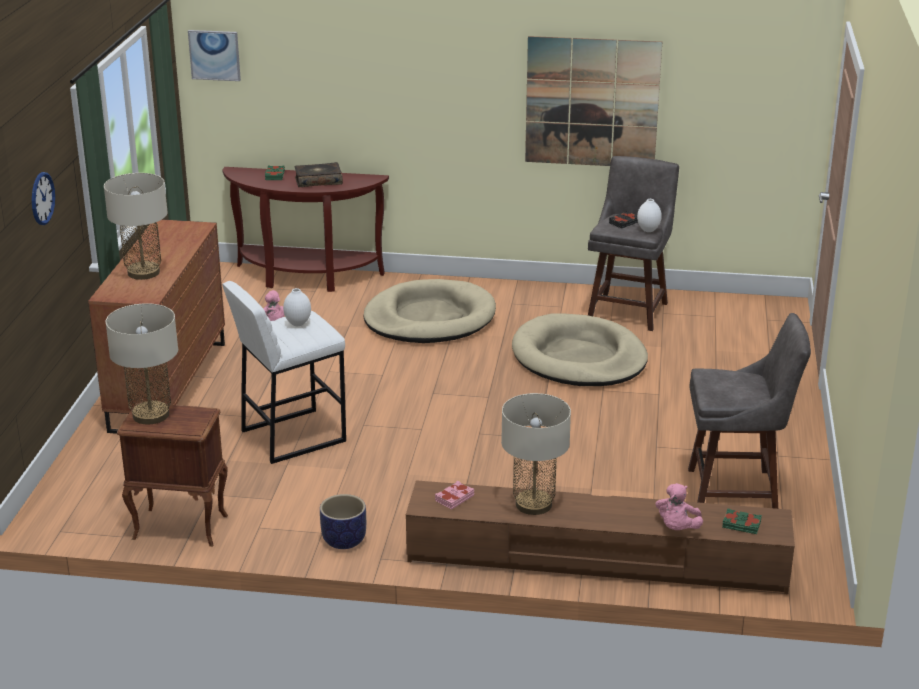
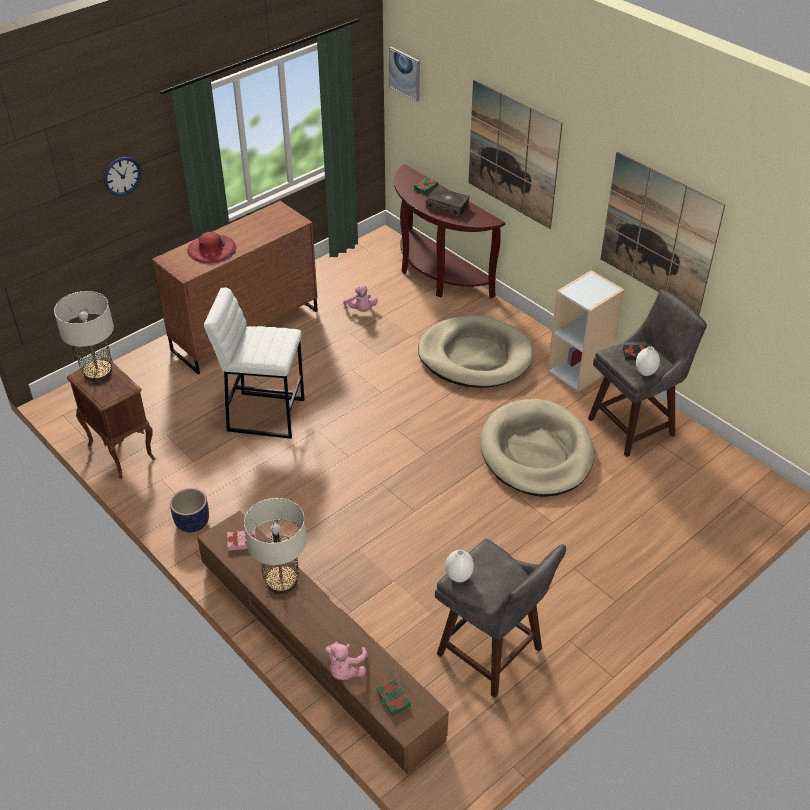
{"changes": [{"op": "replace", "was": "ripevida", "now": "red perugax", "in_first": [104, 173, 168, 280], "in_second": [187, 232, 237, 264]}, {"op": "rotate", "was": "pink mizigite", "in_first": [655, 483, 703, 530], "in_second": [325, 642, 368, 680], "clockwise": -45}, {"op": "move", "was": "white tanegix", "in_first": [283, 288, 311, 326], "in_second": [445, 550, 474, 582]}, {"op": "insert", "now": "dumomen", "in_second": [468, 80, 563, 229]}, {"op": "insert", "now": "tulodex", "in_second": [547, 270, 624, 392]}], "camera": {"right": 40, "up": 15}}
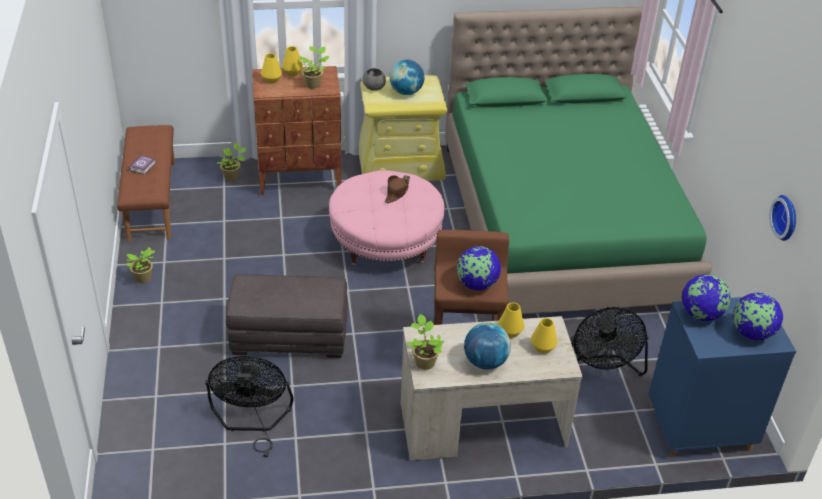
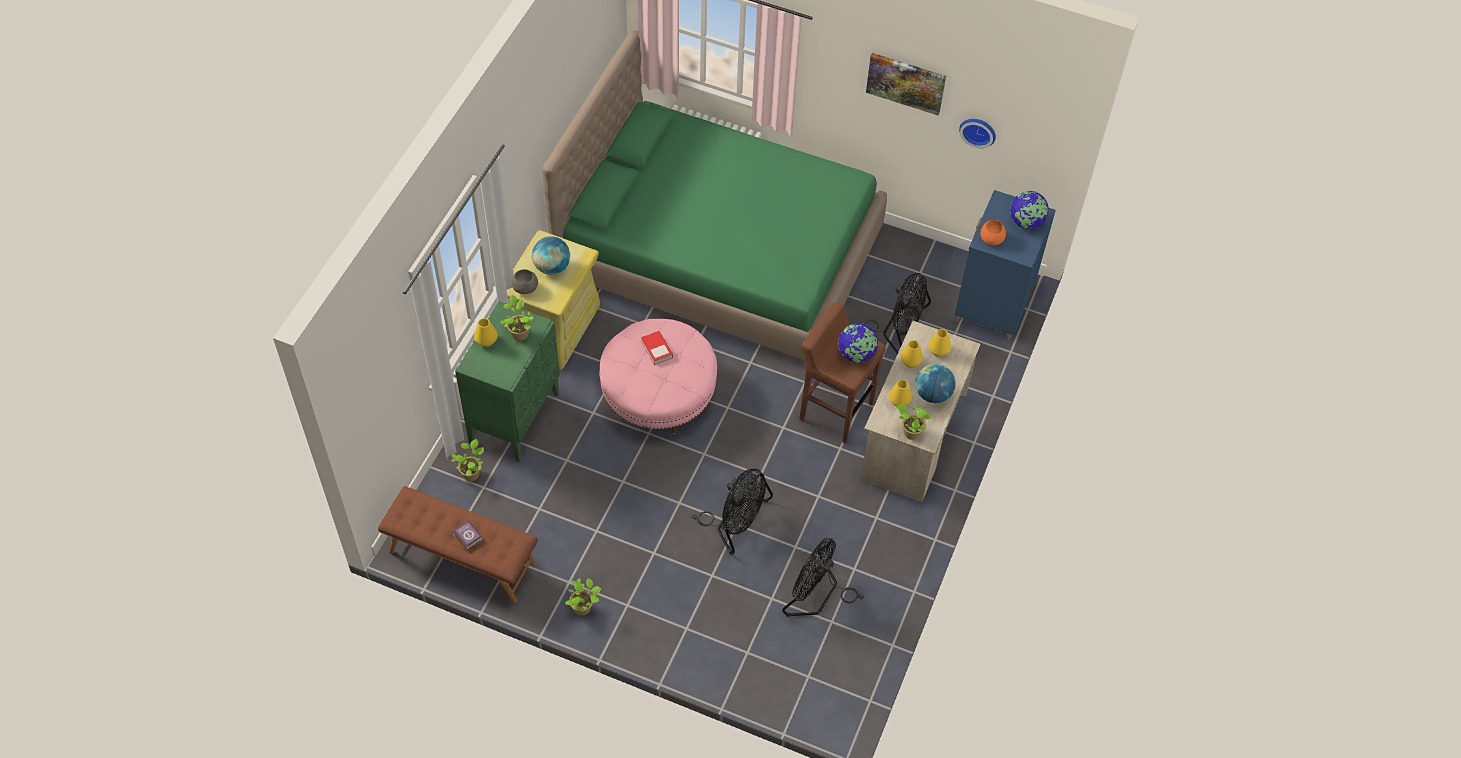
{"changes": [{"op": "recolor", "was": "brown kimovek", "now": "green kimovek", "in_first": [252, 66, 341, 195], "in_second": [455, 301, 560, 462]}, {"op": "replace", "was": "brown perugax", "now": "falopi", "in_first": [385, 175, 410, 203], "in_second": [641, 331, 673, 365]}, {"op": "replace", "was": "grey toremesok", "now": "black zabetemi", "in_first": [226, 274, 348, 358], "in_second": [692, 469, 773, 555]}, {"op": "insert", "now": "dumomen", "in_second": [866, 53, 946, 115]}, {"op": "move", "was": "yellow tanegix", "in_first": [261, 53, 282, 84], "in_second": [889, 379, 912, 406]}, {"op": "replace", "was": "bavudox", "now": "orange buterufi", "in_first": [682, 274, 731, 321], "in_second": [981, 220, 1006, 245]}], "camera": {"right": -60, "up": 15}}
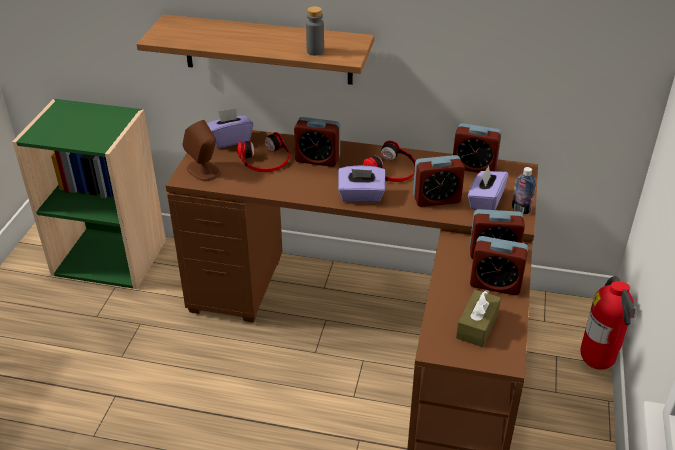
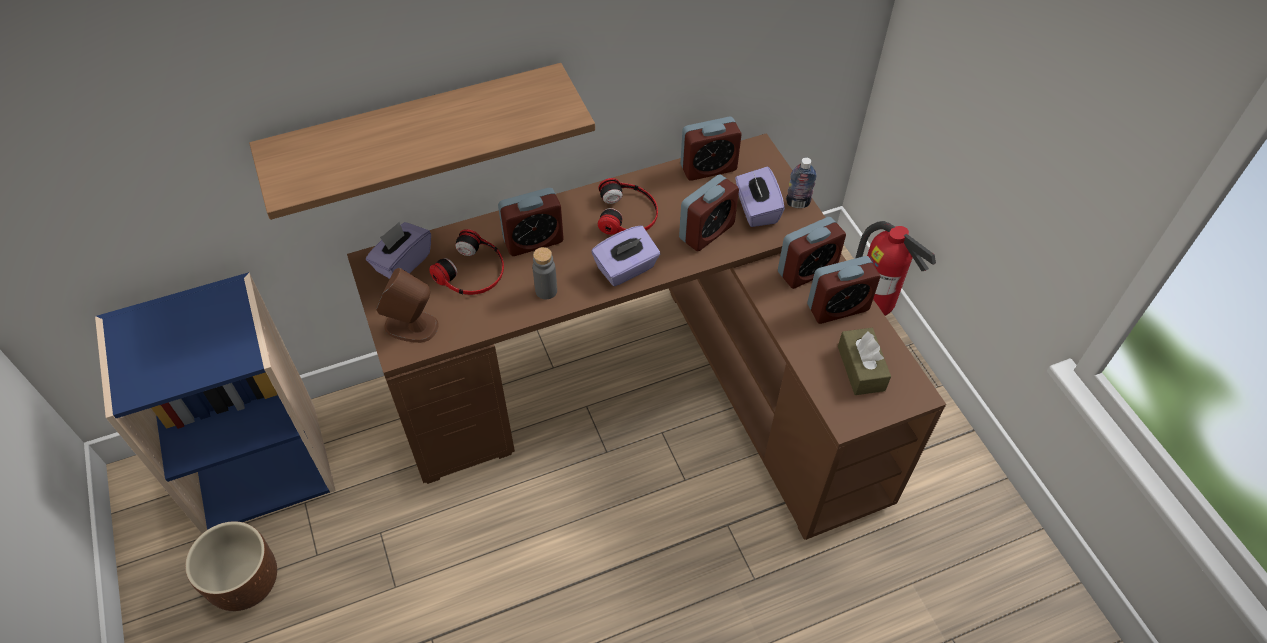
{"changes": [{"op": "recolor", "was": "green tulodex", "now": "blue tulodex", "in_first": [12, 99, 166, 289], "in_second": [95, 272, 336, 534]}, {"op": "insert", "now": "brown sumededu", "in_second": [185, 521, 277, 611]}, {"op": "move", "was": "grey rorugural", "in_first": [306, 6, 324, 56], "in_second": [532, 247, 557, 299]}], "camera": {"right": -35, "up": 15}}
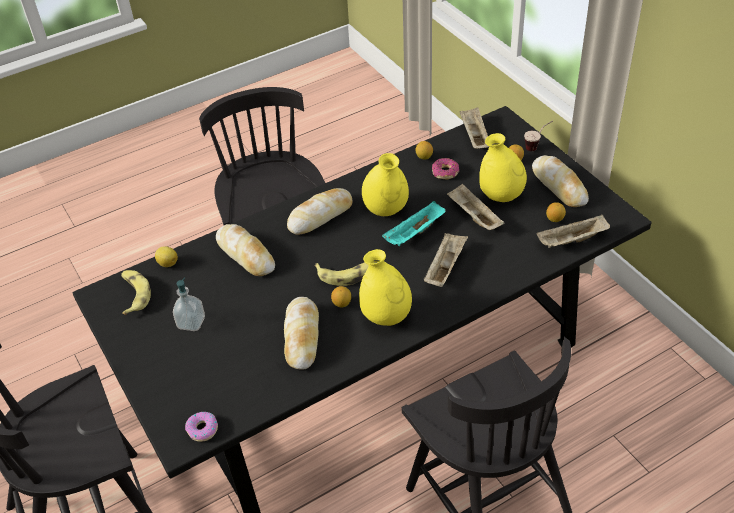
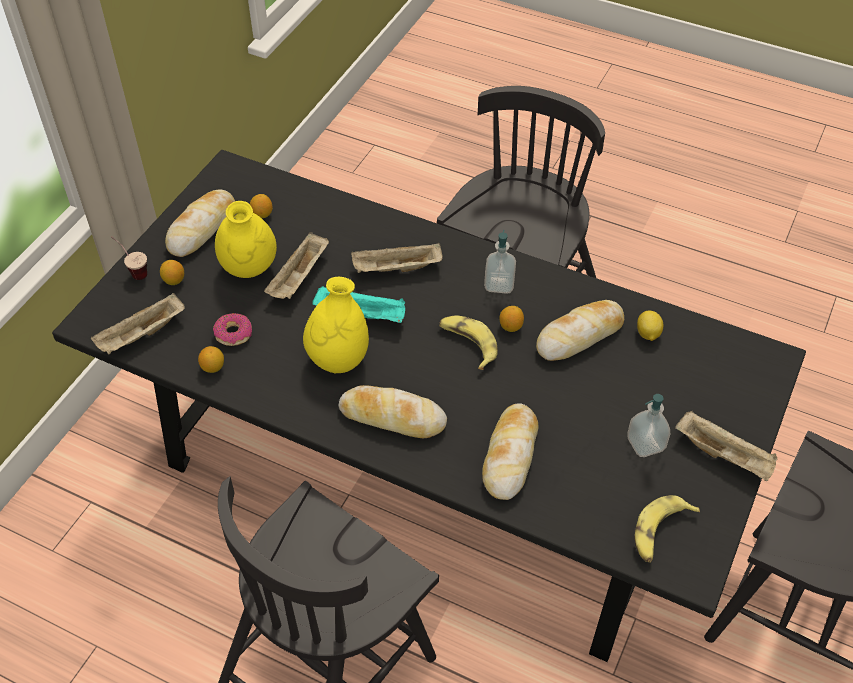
{"changes": [{"op": "replace", "was": "yellow tanegix", "now": "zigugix", "in_first": [359, 249, 412, 326], "in_second": [484, 230, 516, 294]}, {"op": "move", "was": "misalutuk", "in_first": [155, 246, 178, 267], "in_second": [637, 311, 663, 341]}, {"op": "move", "was": "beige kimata", "in_first": [536, 215, 610, 248], "in_second": [675, 411, 778, 481]}, {"op": "delete", "was": "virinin", "in_first": [185, 412, 218, 442]}], "camera": {"right": -125, "up": 5}}
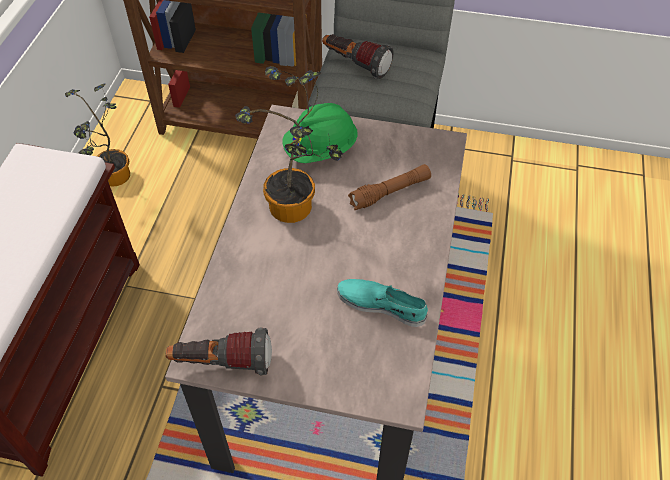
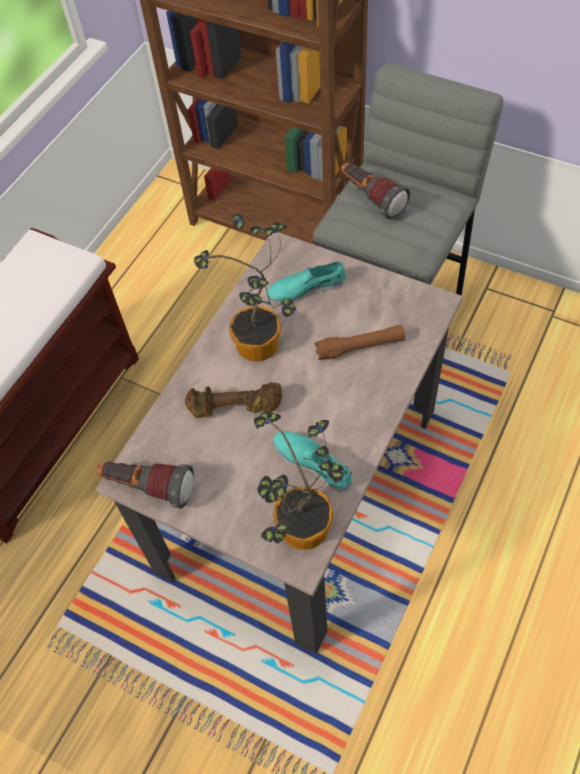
{"changes": [{"op": "insert", "now": "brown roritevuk", "in_second": [185, 382, 283, 418]}, {"op": "move", "was": "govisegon", "in_first": [65, 83, 130, 186], "in_second": [254, 410, 344, 550]}, {"op": "replace", "was": "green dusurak", "now": "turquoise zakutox", "in_first": [282, 103, 358, 163], "in_second": [266, 261, 346, 305]}], "camera": {"right": 20, "up": 5}}
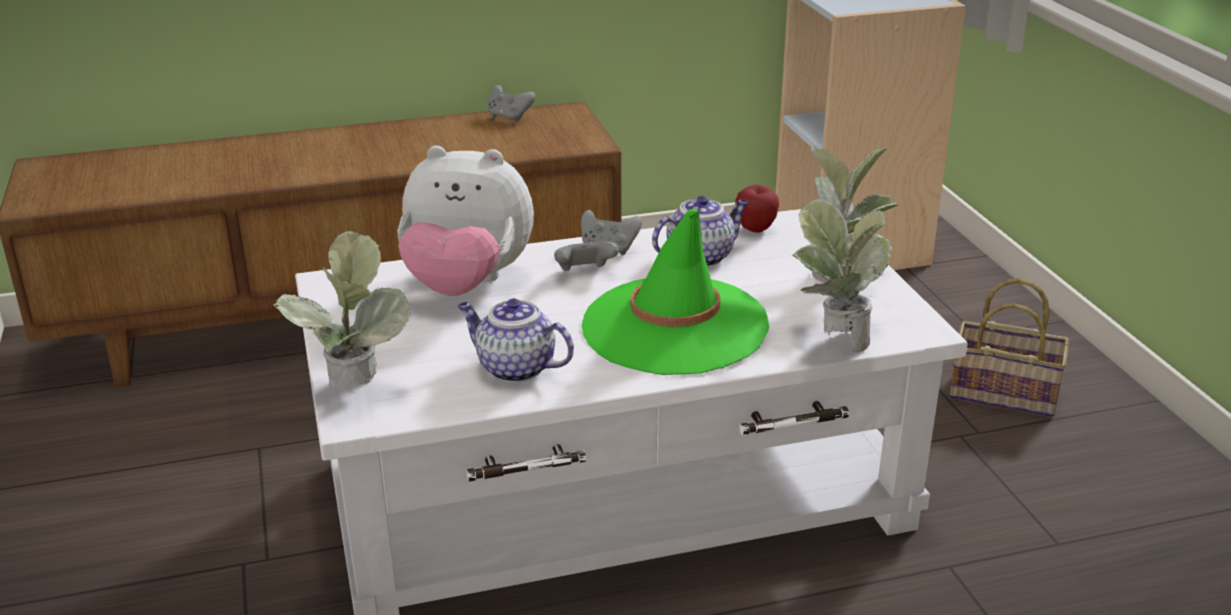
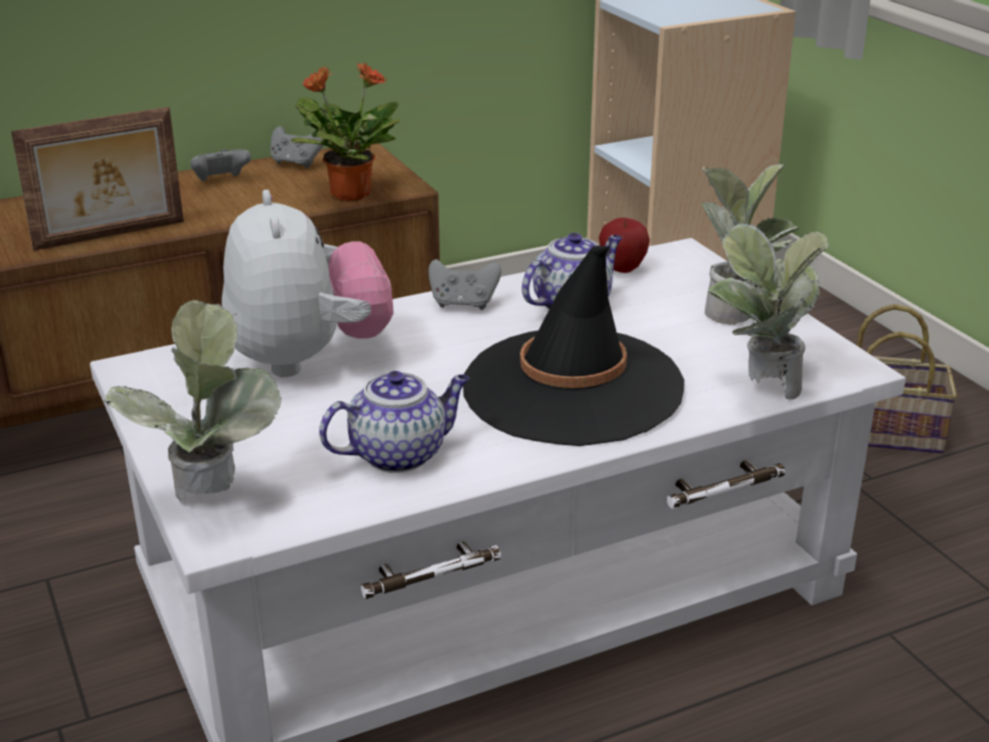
{"changes": [{"op": "insert", "now": "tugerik", "in_second": [11, 107, 184, 251]}, {"op": "move", "was": "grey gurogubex", "in_first": [554, 239, 619, 271], "in_second": [190, 149, 251, 181]}, {"op": "rotate", "was": "mizigite", "in_first": [397, 146, 534, 296], "in_second": [222, 190, 394, 377], "clockwise": -105}, {"op": "insert", "now": "govisegon", "in_second": [291, 63, 401, 201]}, {"op": "rotate", "was": "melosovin", "in_first": [457, 298, 574, 382], "in_second": [319, 371, 470, 473], "clockwise": 135}, {"op": "recolor", "was": "green perugax", "now": "black perugax", "in_first": [581, 209, 769, 375], "in_second": [463, 245, 684, 446]}], "camera": {"right": -10, "up": 0}}
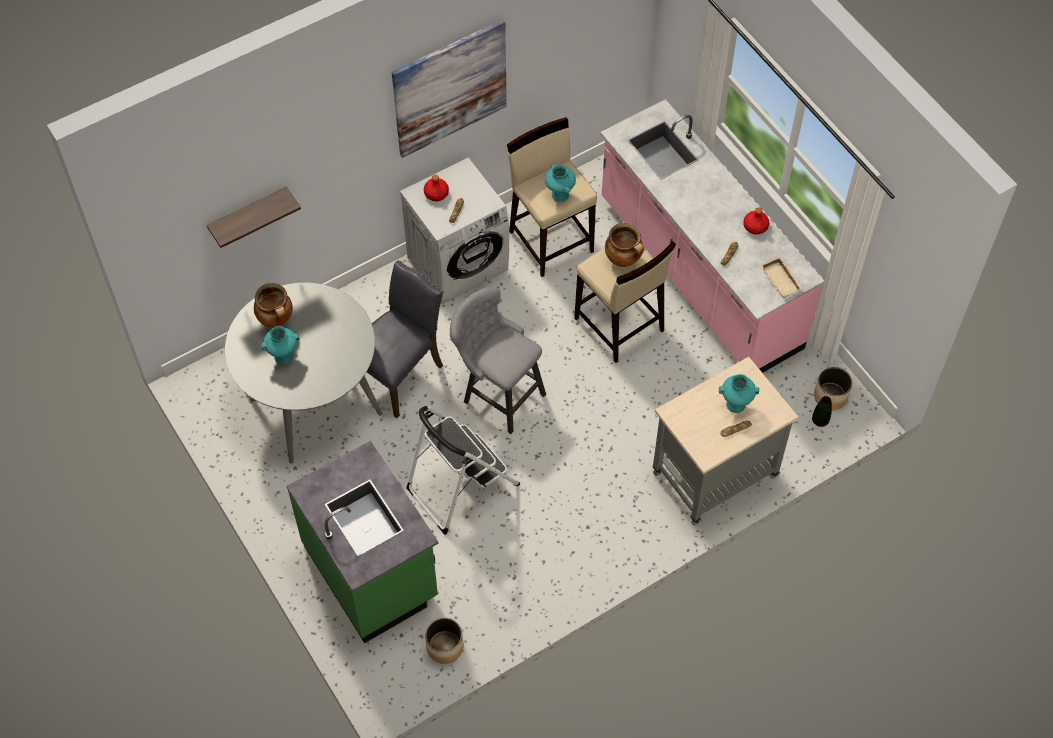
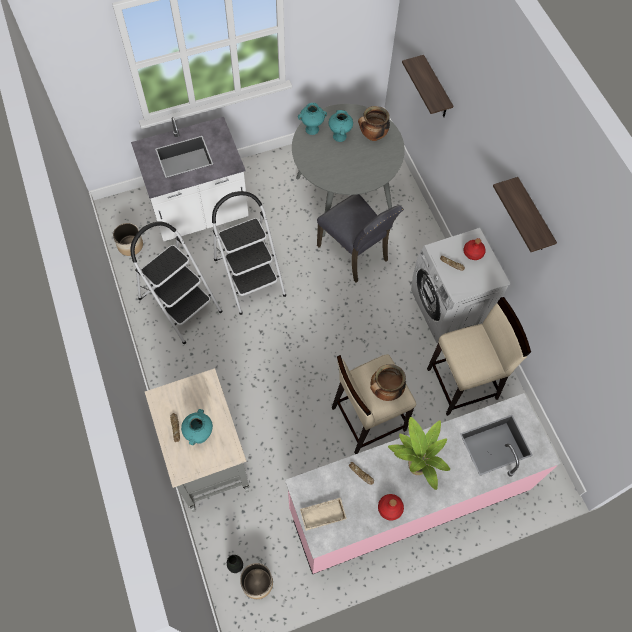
{"changes": [{"op": "insert", "now": "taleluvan", "in_second": [130, 222, 222, 344]}, {"op": "recolor", "was": "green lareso", "now": "white lareso", "in_first": [287, 441, 439, 643], "in_second": [131, 117, 249, 241]}, {"op": "move", "was": "turquoise tanegix", "in_first": [545, 165, 576, 202], "in_second": [298, 103, 327, 135]}, {"op": "insert", "now": "govisegon", "in_second": [388, 417, 450, 490]}, {"op": "replace", "was": "dumomen", "now": "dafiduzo", "in_first": [392, 20, 507, 158], "in_second": [493, 177, 557, 252]}, {"op": "delete", "was": "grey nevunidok", "in_first": [450, 287, 546, 434]}], "camera": {"right": 100, "up": 5}}
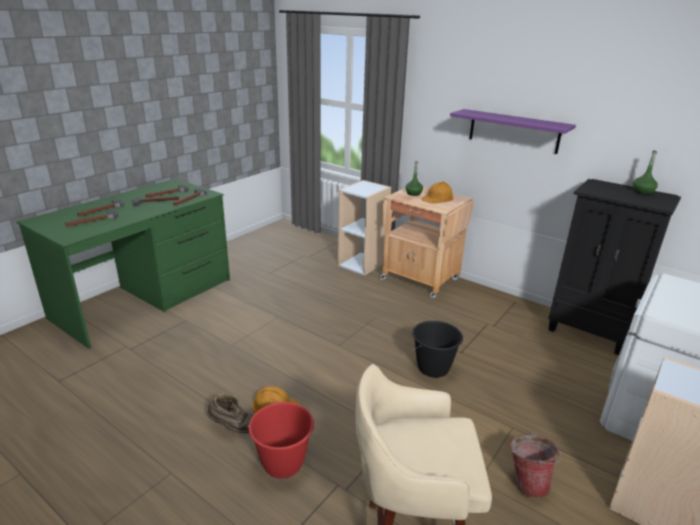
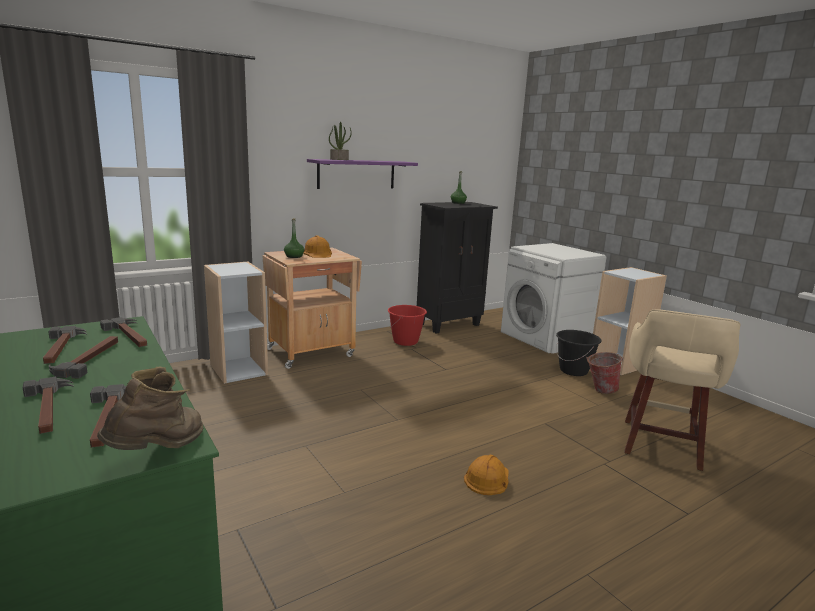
{"changes": [{"op": "move", "was": "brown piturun", "in_first": [207, 393, 253, 433], "in_second": [97, 367, 203, 450]}, {"op": "insert", "now": "govisegon", "in_second": [329, 122, 352, 160]}, {"op": "move", "was": "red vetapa", "in_first": [248, 402, 315, 478], "in_second": [388, 305, 427, 346]}, {"op": "move", "was": "black vetapa", "in_first": [412, 321, 463, 378], "in_second": [556, 330, 602, 376]}], "camera": {"right": -70, "up": -10}}
